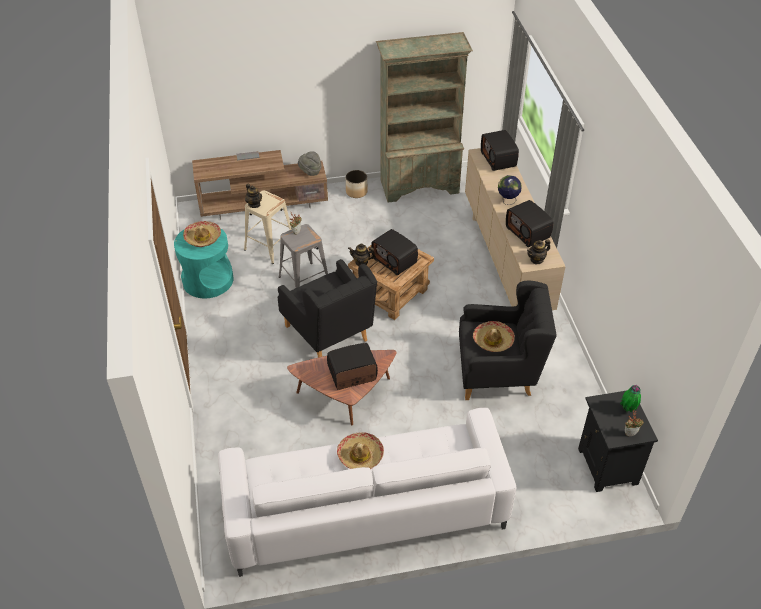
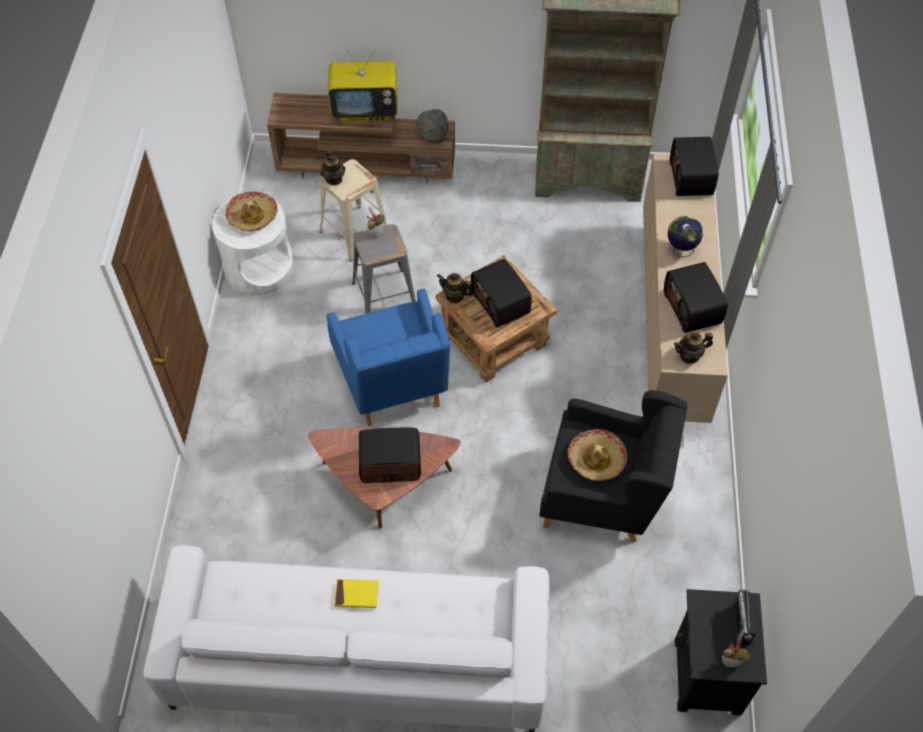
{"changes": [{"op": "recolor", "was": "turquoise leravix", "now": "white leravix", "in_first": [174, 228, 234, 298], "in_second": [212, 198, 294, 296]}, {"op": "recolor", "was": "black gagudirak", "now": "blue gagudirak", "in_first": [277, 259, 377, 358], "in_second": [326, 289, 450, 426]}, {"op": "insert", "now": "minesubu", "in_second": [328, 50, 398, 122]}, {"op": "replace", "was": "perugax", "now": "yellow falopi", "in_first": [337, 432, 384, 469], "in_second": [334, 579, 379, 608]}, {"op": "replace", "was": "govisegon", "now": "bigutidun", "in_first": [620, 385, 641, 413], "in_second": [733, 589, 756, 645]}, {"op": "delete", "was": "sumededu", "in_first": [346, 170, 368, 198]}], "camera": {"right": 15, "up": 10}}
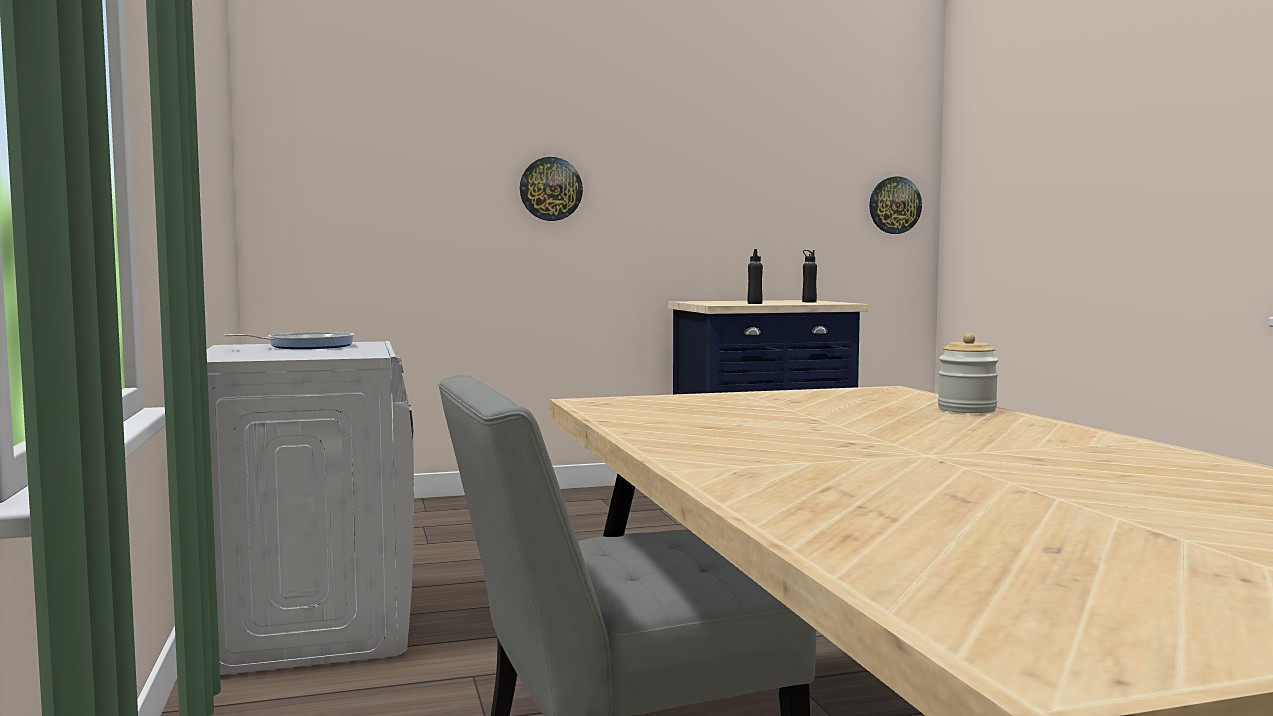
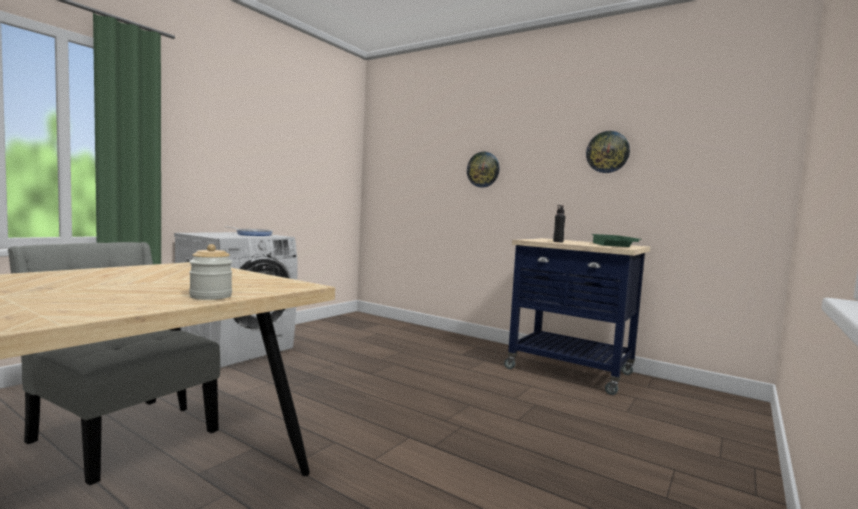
{"changes": [{"op": "move", "was": "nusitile", "in_first": [869, 176, 922, 234], "in_second": [586, 131, 630, 173]}, {"op": "replace", "was": "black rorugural", "now": "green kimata", "in_first": [802, 250, 817, 302], "in_second": [592, 234, 641, 247]}], "camera": {"right": 50, "up": 0}}
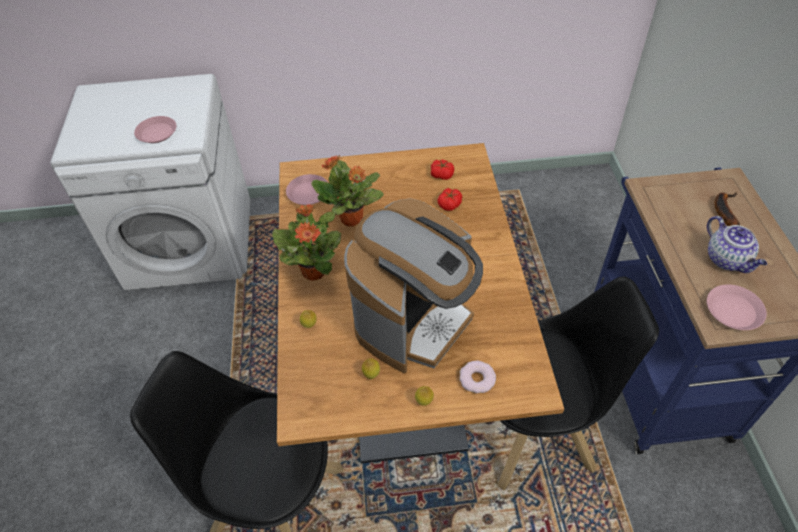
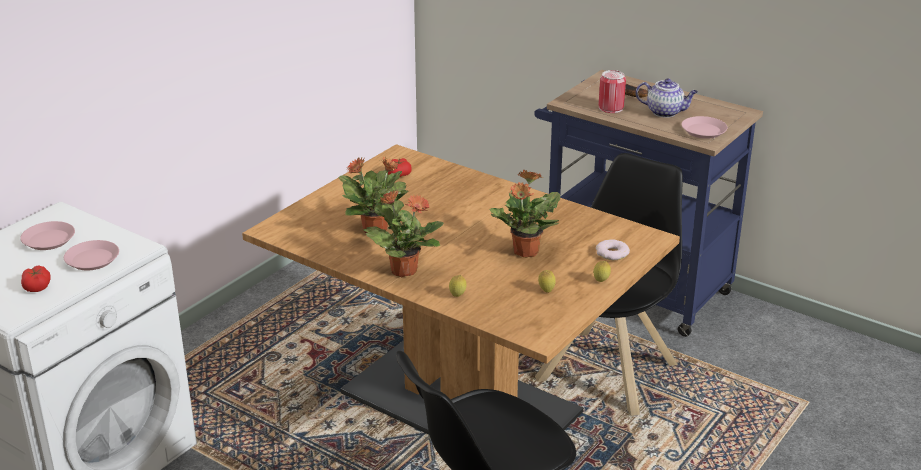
{"changes": [{"op": "move", "was": "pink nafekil", "in_first": [286, 174, 328, 205], "in_second": [20, 221, 75, 250]}, {"op": "move", "was": "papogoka", "in_first": [438, 188, 462, 211], "in_second": [21, 265, 51, 292]}, {"op": "replace", "was": "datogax", "now": "govisegon", "in_first": [344, 198, 483, 373], "in_second": [489, 169, 560, 257]}, {"op": "insert", "now": "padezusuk", "in_second": [599, 70, 626, 113]}], "camera": {"right": -50, "up": -20}}
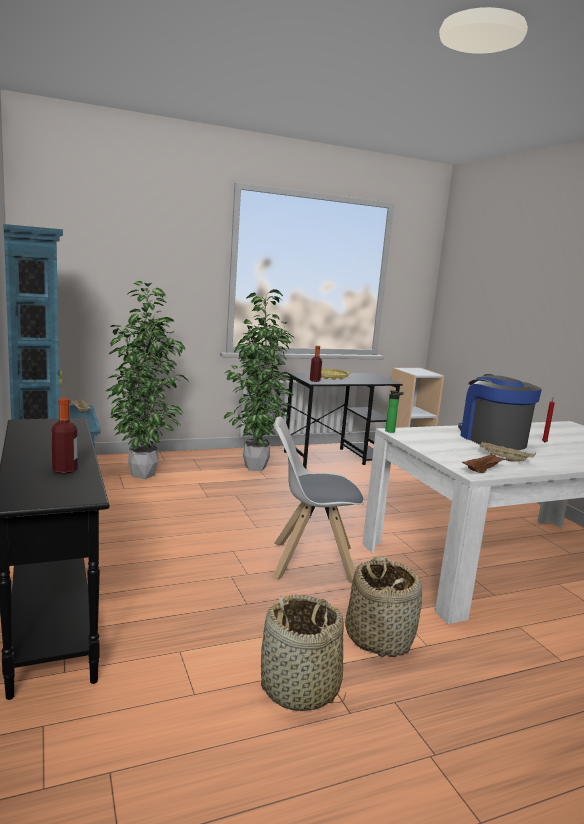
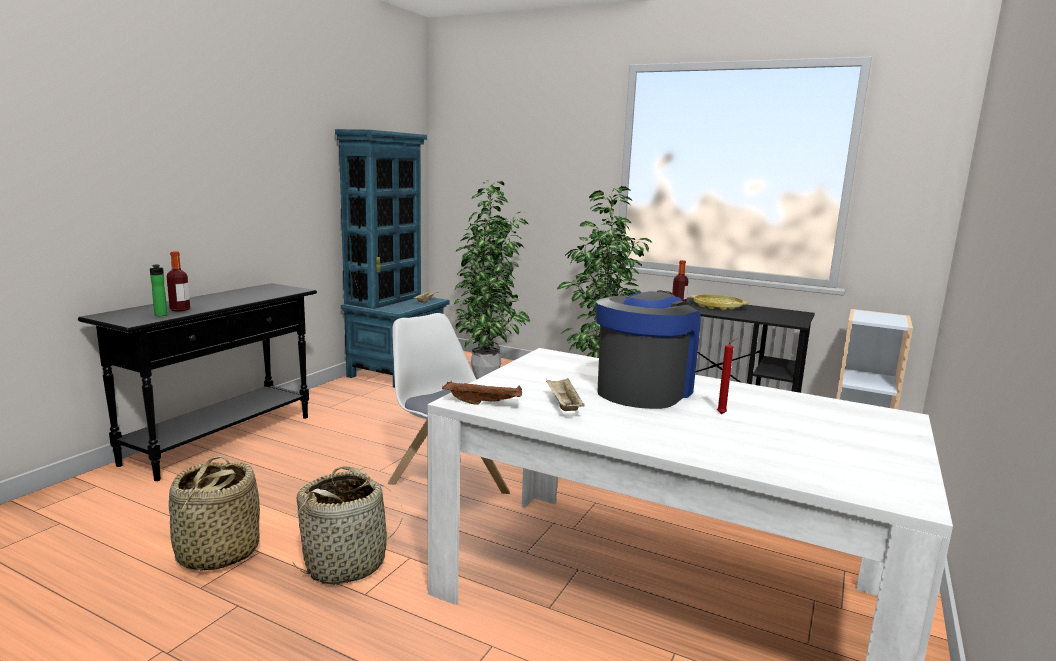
{"changes": [{"op": "move", "was": "rorugural", "in_first": [385, 390, 404, 433], "in_second": [150, 264, 168, 316]}], "camera": {"right": 50, "up": 0}}
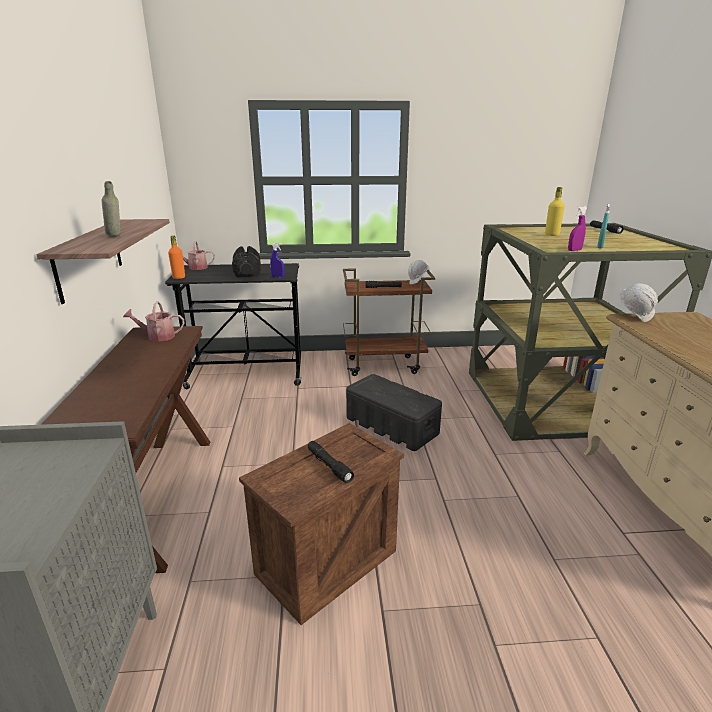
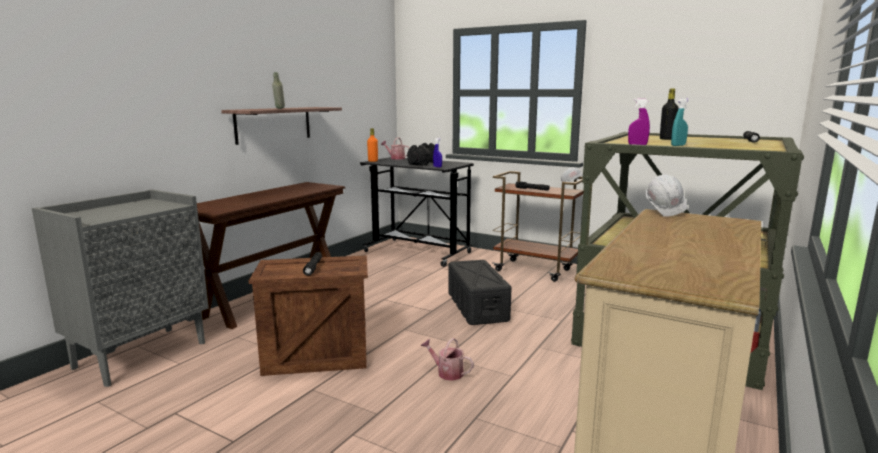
{"changes": [{"op": "move", "was": "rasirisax", "in_first": [123, 301, 184, 342], "in_second": [421, 338, 474, 381]}, {"op": "recolor", "was": "yellow rorugural", "now": "black rorugural", "in_first": [545, 187, 565, 236], "in_second": [660, 88, 679, 140]}], "camera": {"right": 35, "up": -10}}
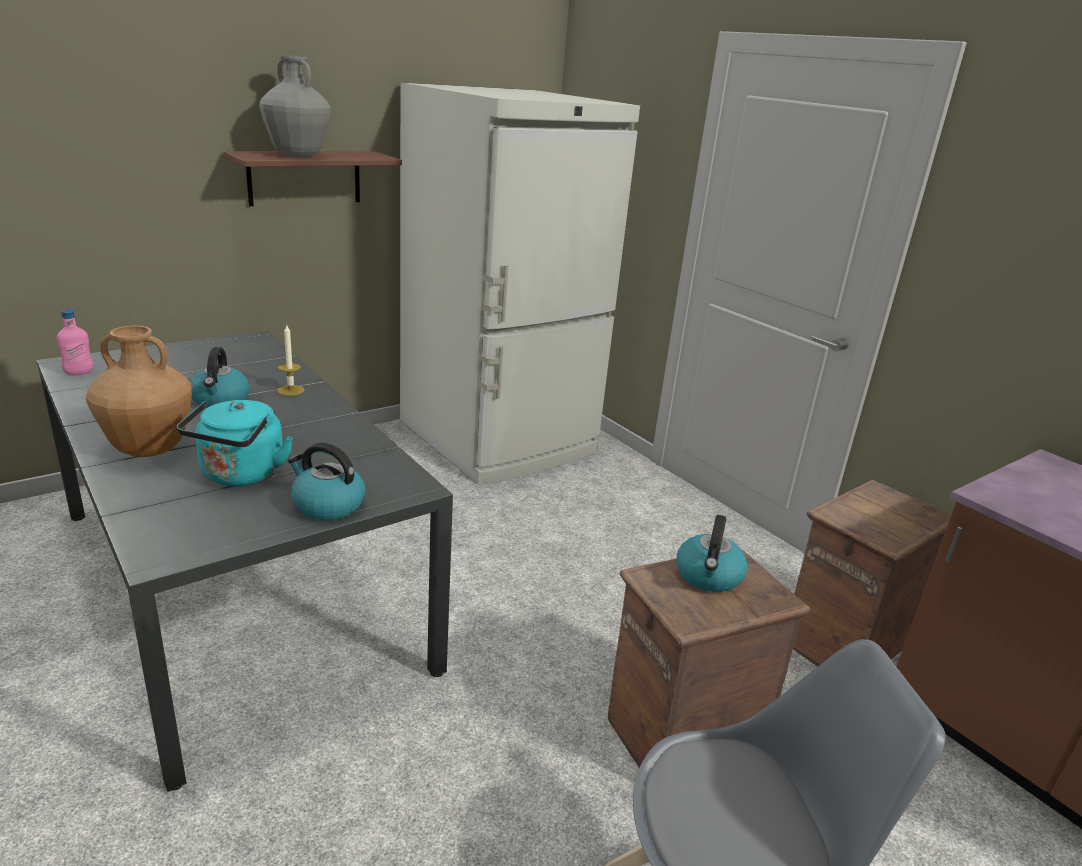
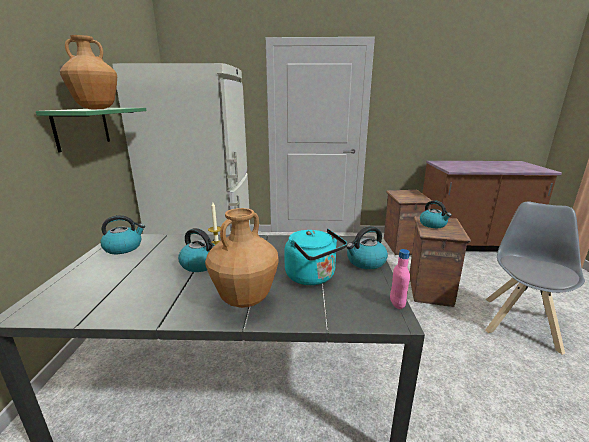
{"changes": [{"op": "recolor", "was": "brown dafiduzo", "now": "green dafiduzo", "in_first": [224, 151, 402, 206], "in_second": [36, 108, 147, 152]}, {"op": "recolor", "was": "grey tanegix", "now": "brown tanegix", "in_first": [259, 55, 331, 158], "in_second": [60, 35, 117, 109]}, {"op": "insert", "now": "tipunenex", "in_second": [100, 215, 145, 254]}, {"op": "move", "was": "pink rorugural", "in_first": [56, 309, 93, 375], "in_second": [390, 249, 410, 309]}], "camera": {"right": -50, "up": -5}}
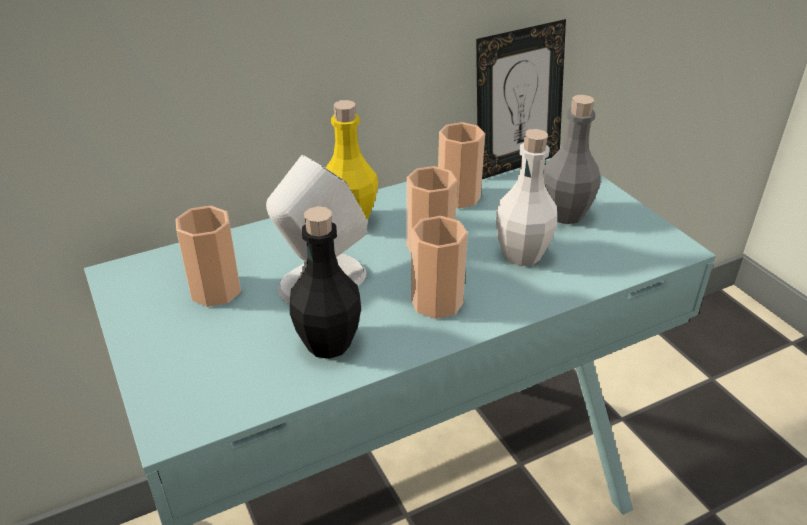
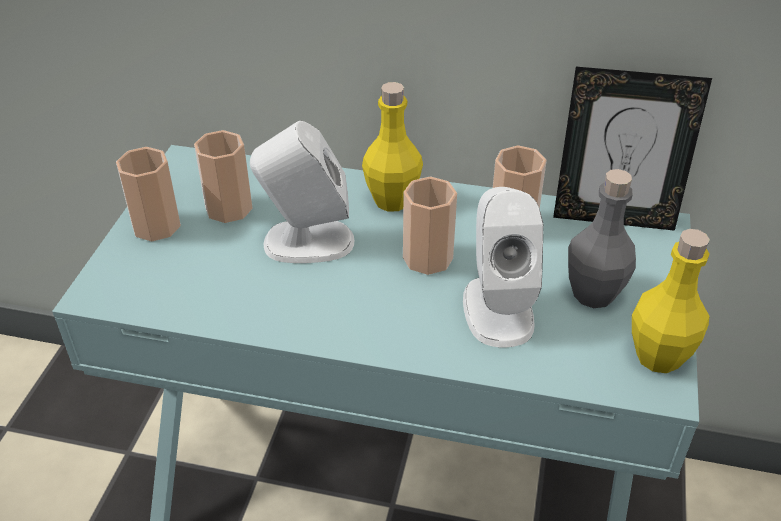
{"changes": [{"op": "move", "was": "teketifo", "in_first": [411, 216, 468, 319], "in_second": [116, 147, 181, 241]}, {"op": "replace", "was": "white rorugural", "now": "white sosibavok", "in_first": [496, 129, 557, 266], "in_second": [463, 187, 544, 347]}, {"op": "insert", "now": "yellow rorugural", "in_second": [632, 229, 710, 373]}, {"op": "delete", "was": "black rorugural", "in_first": [290, 206, 361, 359]}], "camera": {"right": 40, "up": 5}}
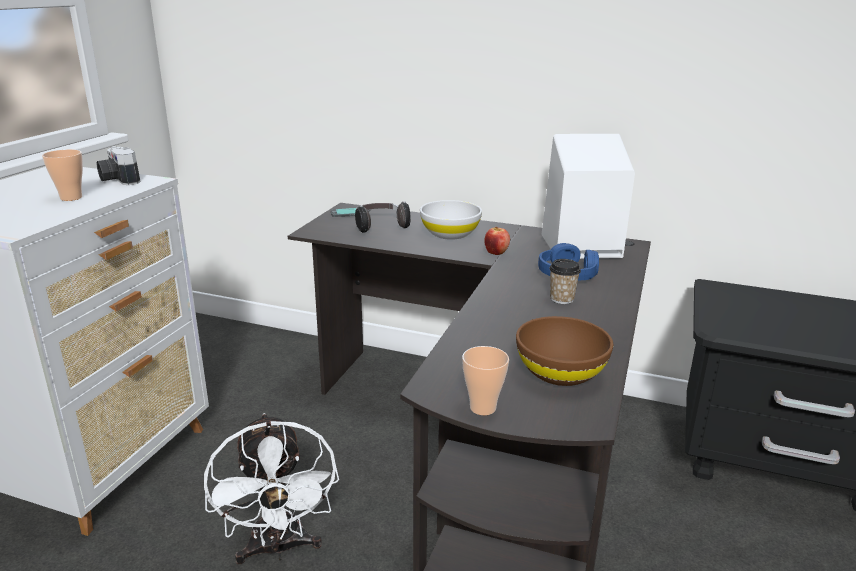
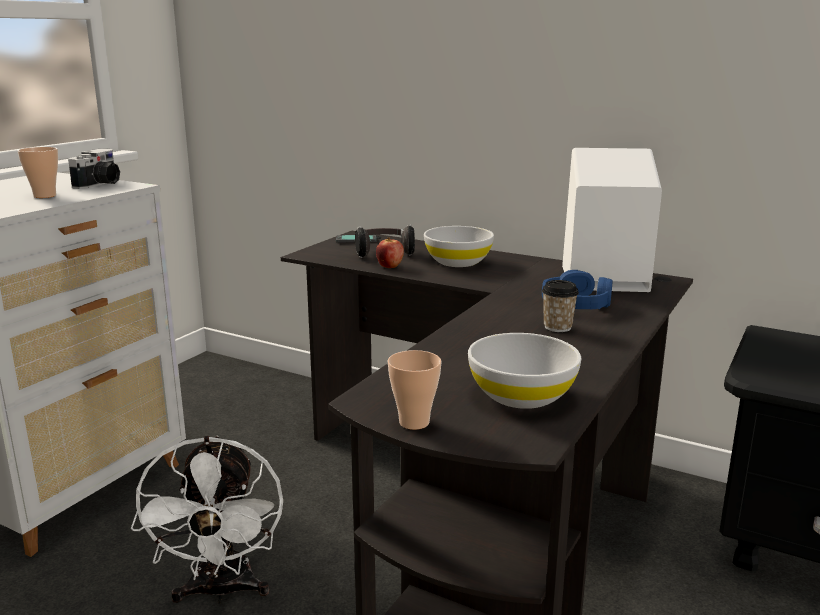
{"changes": [{"op": "rotate", "was": "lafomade", "in_first": [96, 146, 141, 185], "in_second": [68, 148, 120, 189], "clockwise": -135}, {"op": "move", "was": "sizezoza", "in_first": [484, 227, 510, 255], "in_second": [376, 238, 404, 268]}, {"op": "recolor", "was": "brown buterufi", "now": "white buterufi", "in_first": [516, 316, 613, 386], "in_second": [468, 333, 581, 409]}], "camera": {"right": 10, "up": -5}}
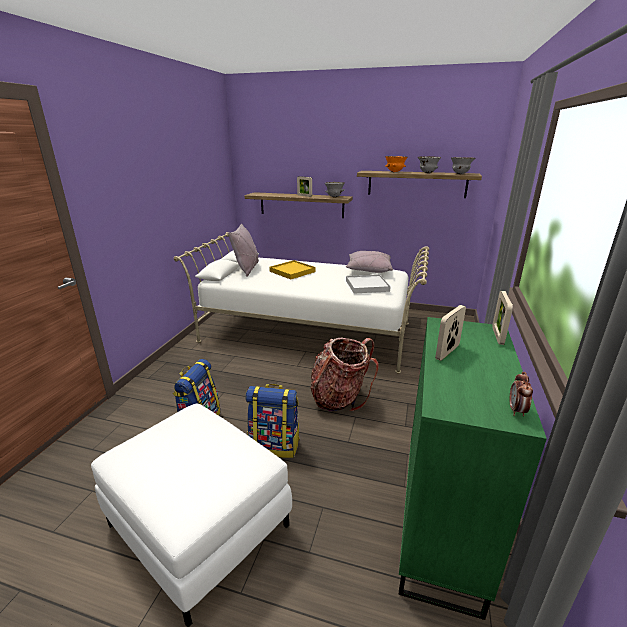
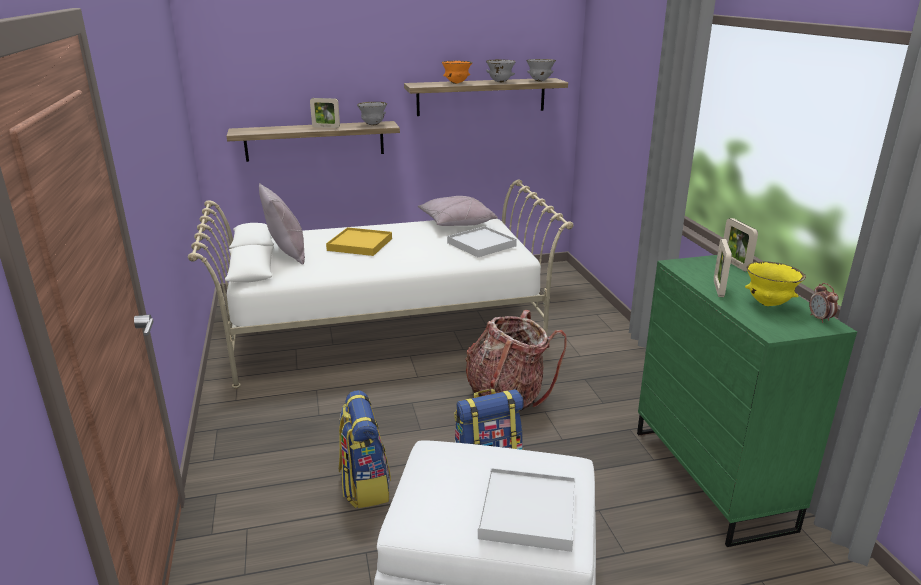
{"changes": [{"op": "insert", "now": "white kimata", "in_second": [478, 468, 576, 552]}, {"op": "insert", "now": "yellow buterufi", "in_second": [745, 261, 806, 306]}], "camera": {"right": -30, "up": 0}}
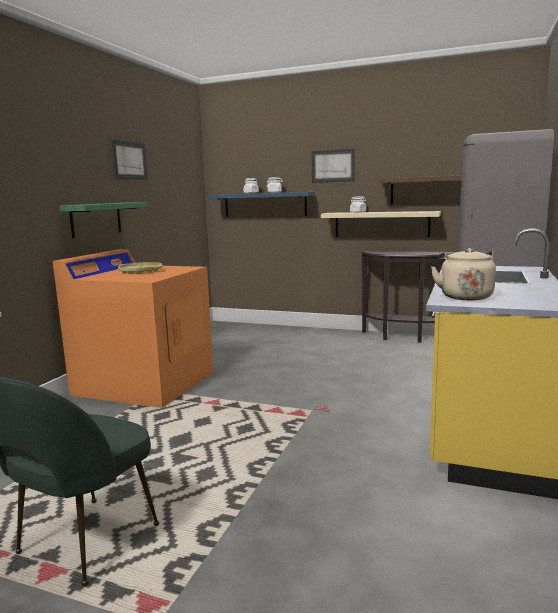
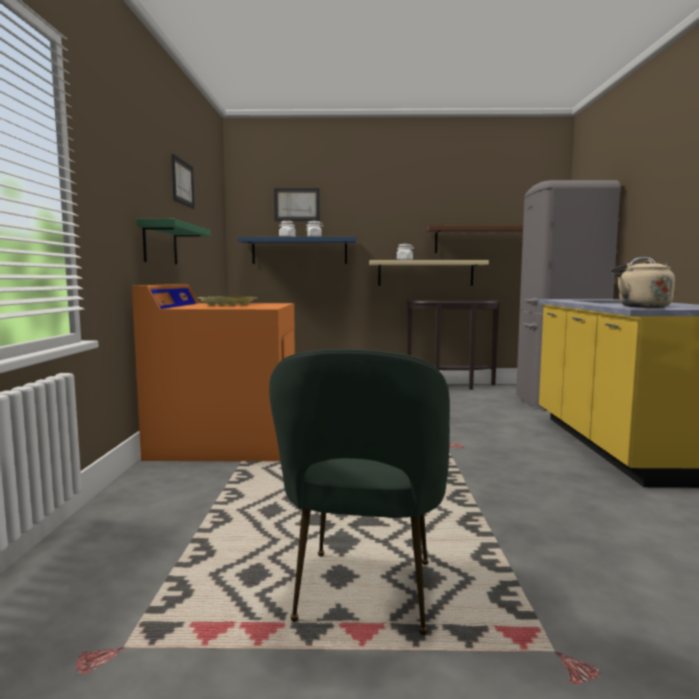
{"changes": [{"op": "move", "was": "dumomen", "in_first": [312, 149, 355, 183], "in_second": [274, 188, 320, 221]}], "camera": {"right": -20, "up": -5}}
